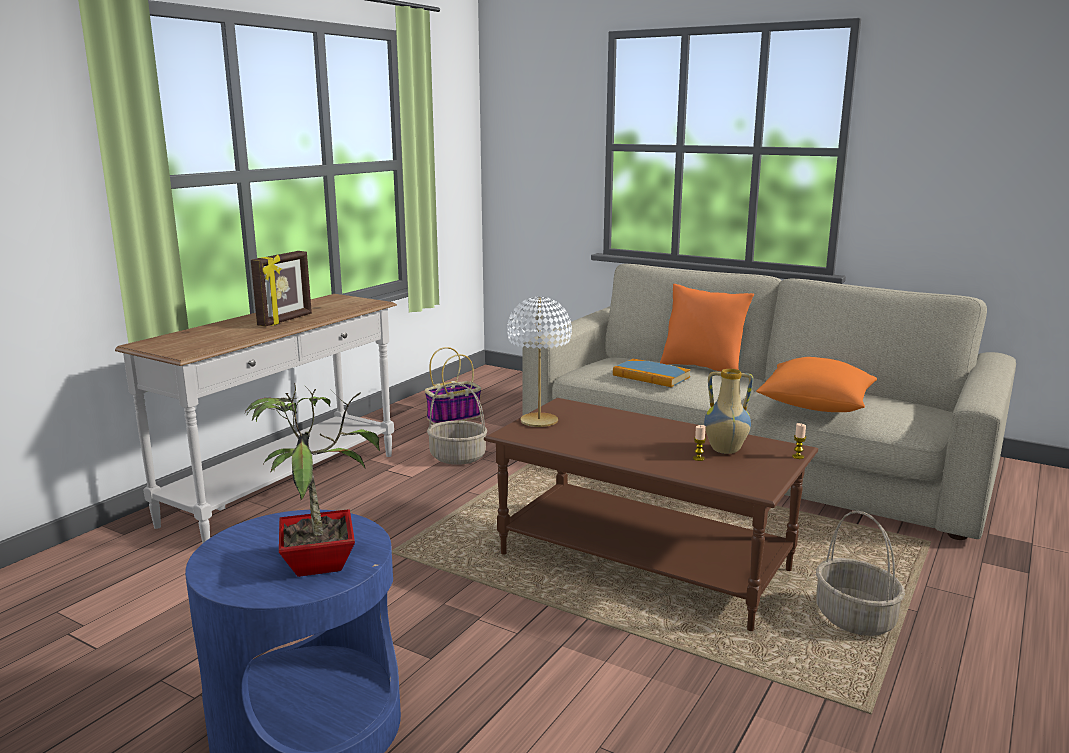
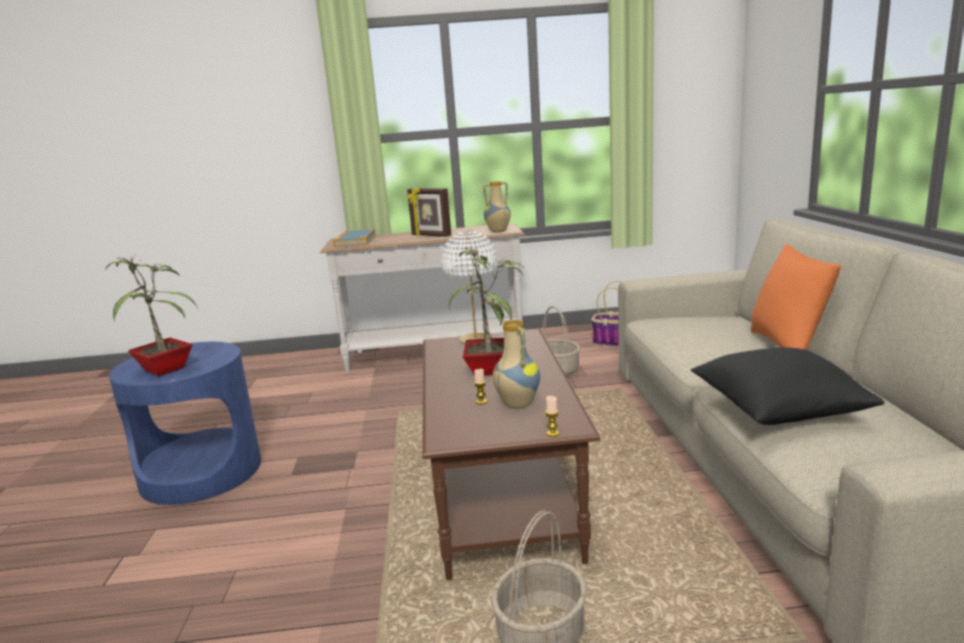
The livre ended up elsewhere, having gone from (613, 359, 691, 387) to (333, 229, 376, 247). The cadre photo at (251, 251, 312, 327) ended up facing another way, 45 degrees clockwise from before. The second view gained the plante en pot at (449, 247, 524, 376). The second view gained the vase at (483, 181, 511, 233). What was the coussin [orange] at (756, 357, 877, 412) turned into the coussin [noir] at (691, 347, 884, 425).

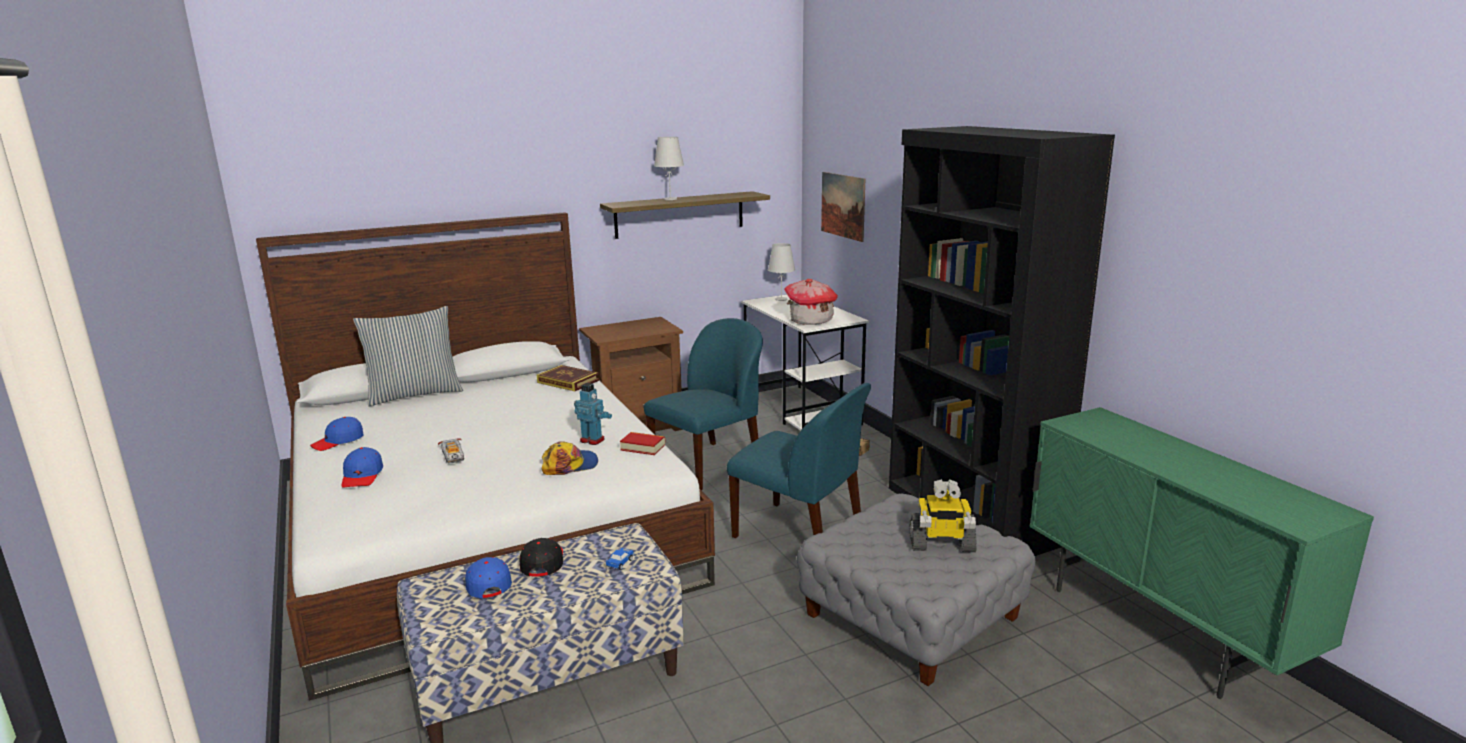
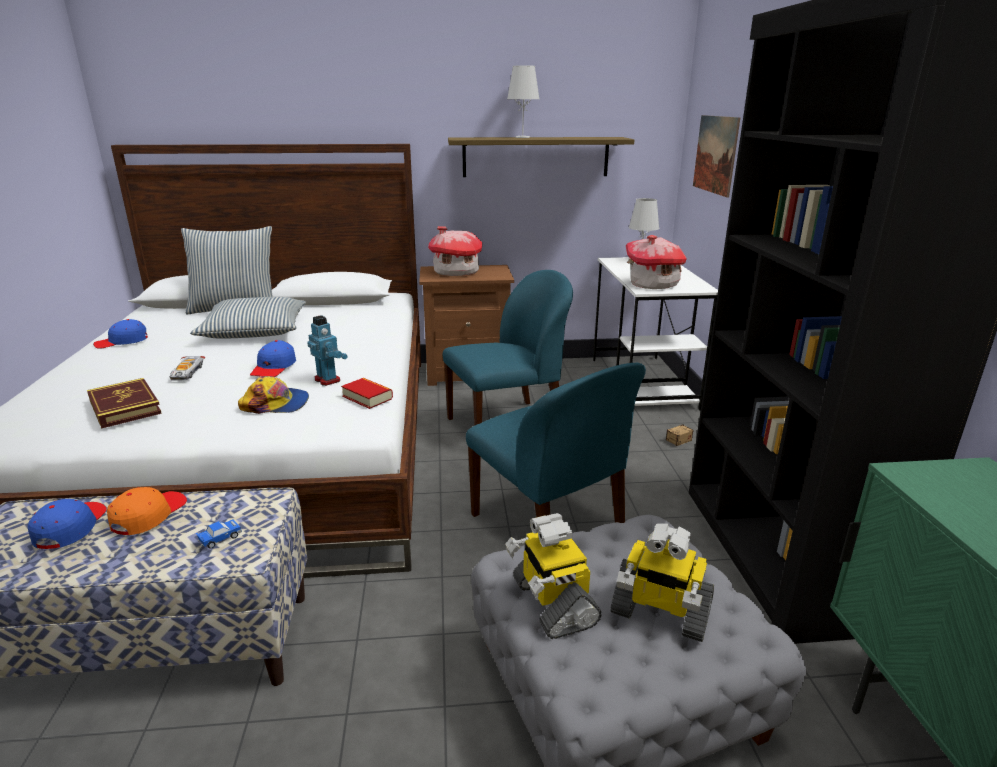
The livre ended up elsewhere, having gone from (537, 365, 599, 391) to (87, 378, 162, 429). What was the casquette [noir] at (520, 538, 563, 577) turned into the casquette [orange] at (107, 487, 187, 535). The second view gained the coussin at (190, 297, 306, 339). The casquette [bleu] ended up elsewhere, having gone from (341, 447, 383, 488) to (250, 340, 296, 377). The second view gained the maison miniature at (428, 226, 482, 276). The second view gained the robot jouet at (505, 513, 602, 639).

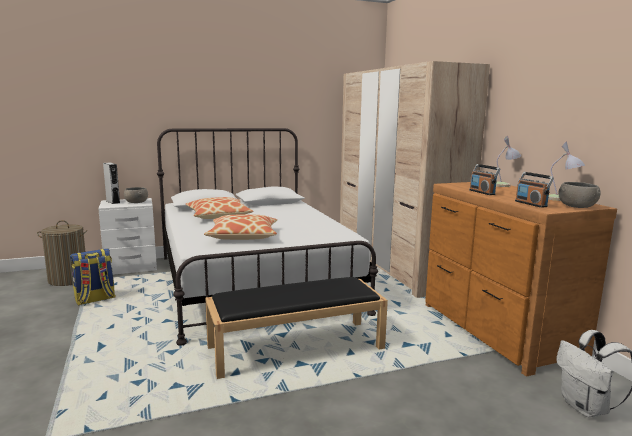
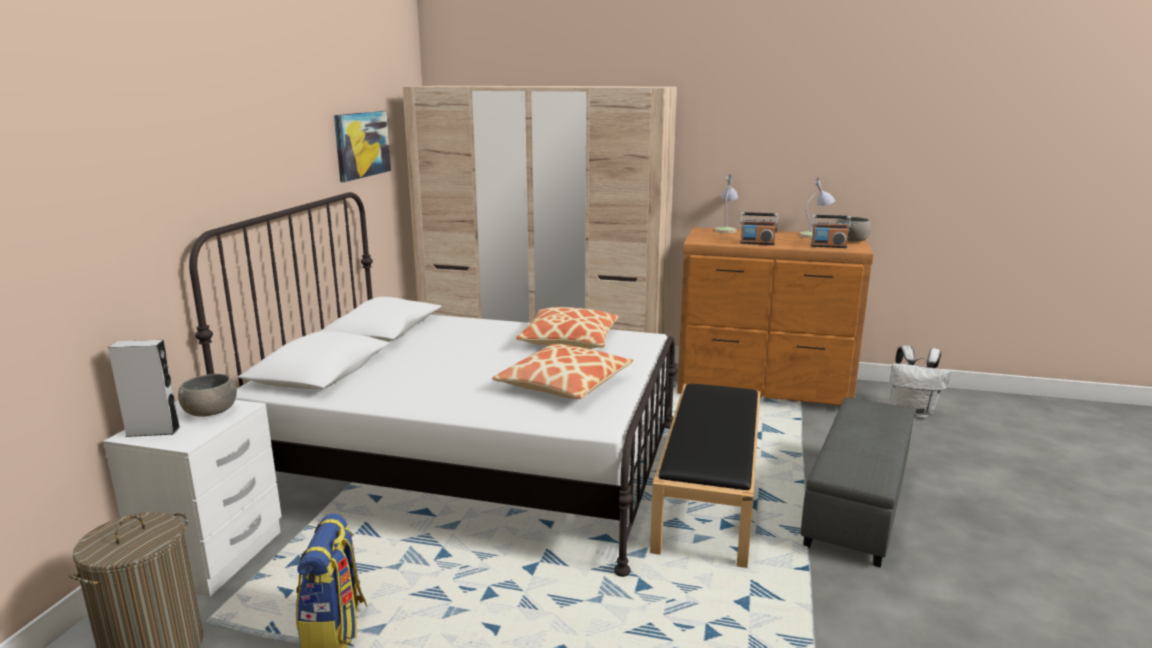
The second view gained the tableau at (334, 111, 391, 182). The coussin ended up elsewhere, having gone from (186, 197, 253, 219) to (516, 307, 619, 349). The second view gained the pouf [gris] at (800, 397, 914, 568).

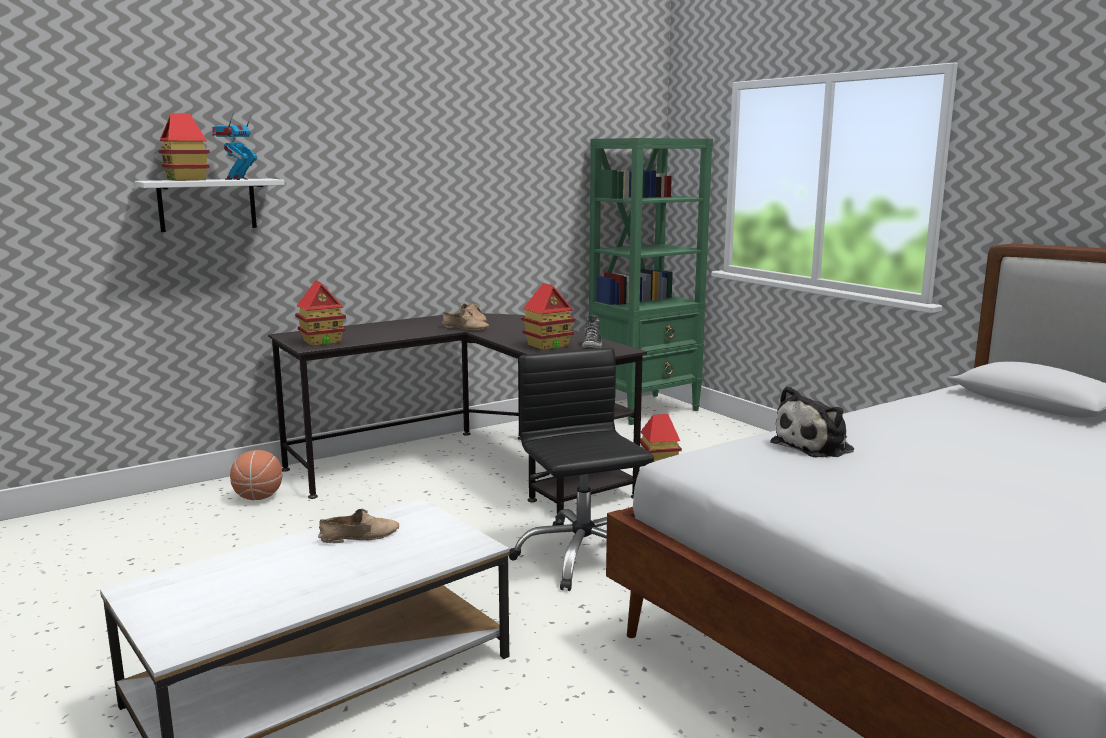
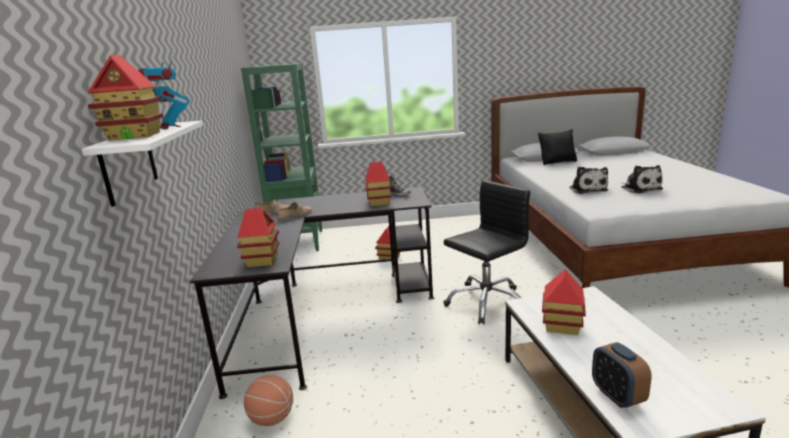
The chaise de bureau [noir] at (509, 348, 654, 591) ended up facing another way, 135 degrees clockwise from before. The second view gained the coussin [noir] at (538, 129, 577, 165). Where the chaussure [beige] stood at (318, 509, 399, 544), the maison miniature came to stand at (542, 269, 586, 335). The second view gained the réveil at (592, 342, 652, 408). The second view gained the peluche at (621, 165, 663, 194).

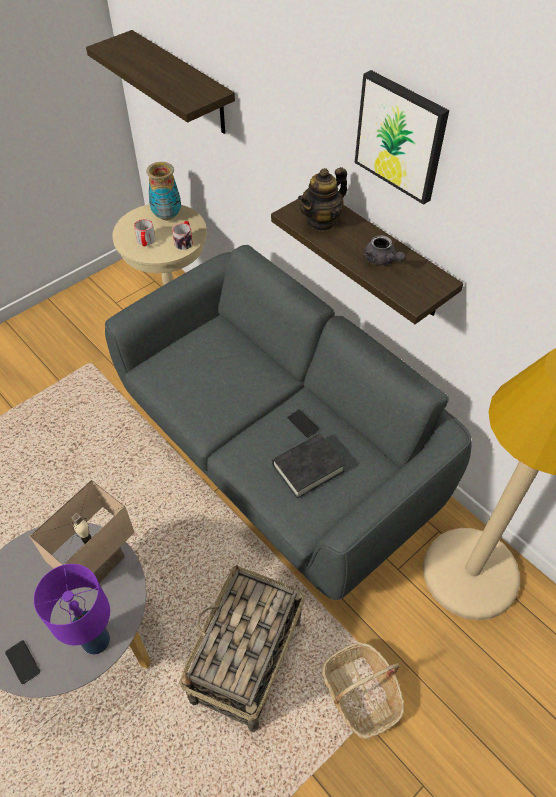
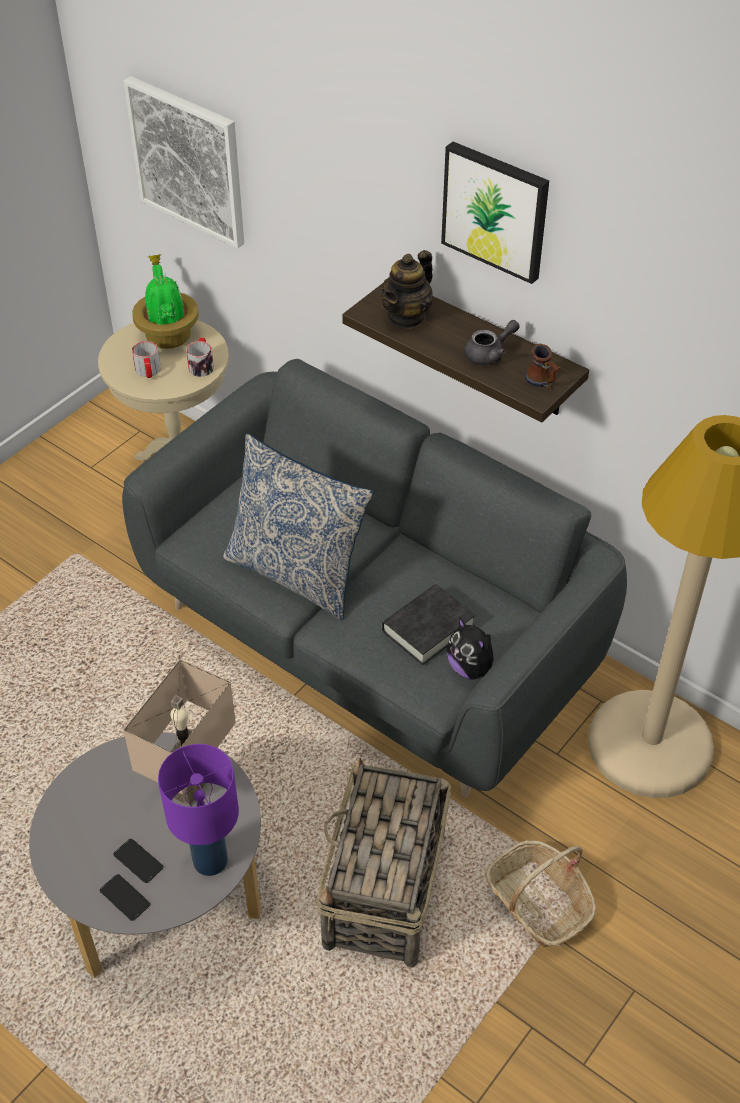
The téléphone ended up elsewhere, having gone from (288, 410, 319, 437) to (113, 839, 163, 883). Where the étagère hung at (86, 30, 235, 134), the tableau came to hang at (124, 76, 244, 248). Where the vase stood at (146, 162, 181, 220), the plante en pot came to stand at (132, 254, 199, 349). The second view gained the coussin at (223, 433, 373, 620). The second view gained the peluche at (447, 617, 494, 680). The théière [gris] at (364, 235, 406, 266) ended up facing another way, 75 degrees counterclockwise from before. The second view gained the mug at (525, 344, 561, 390).

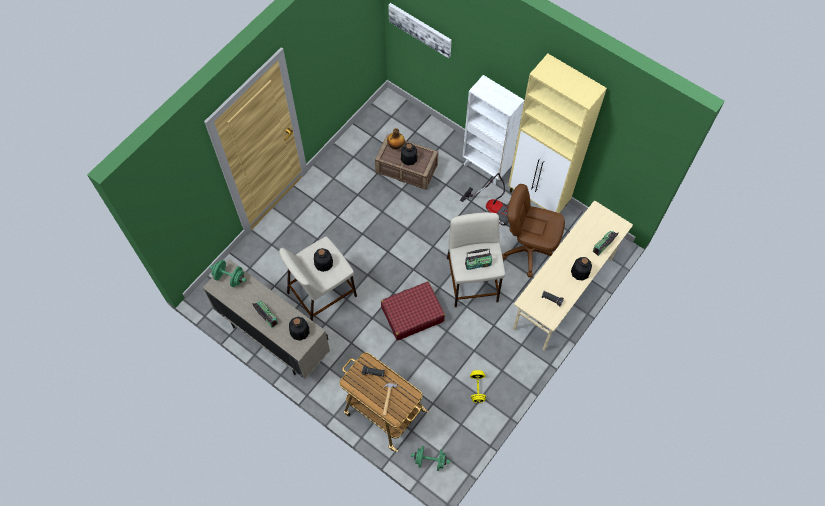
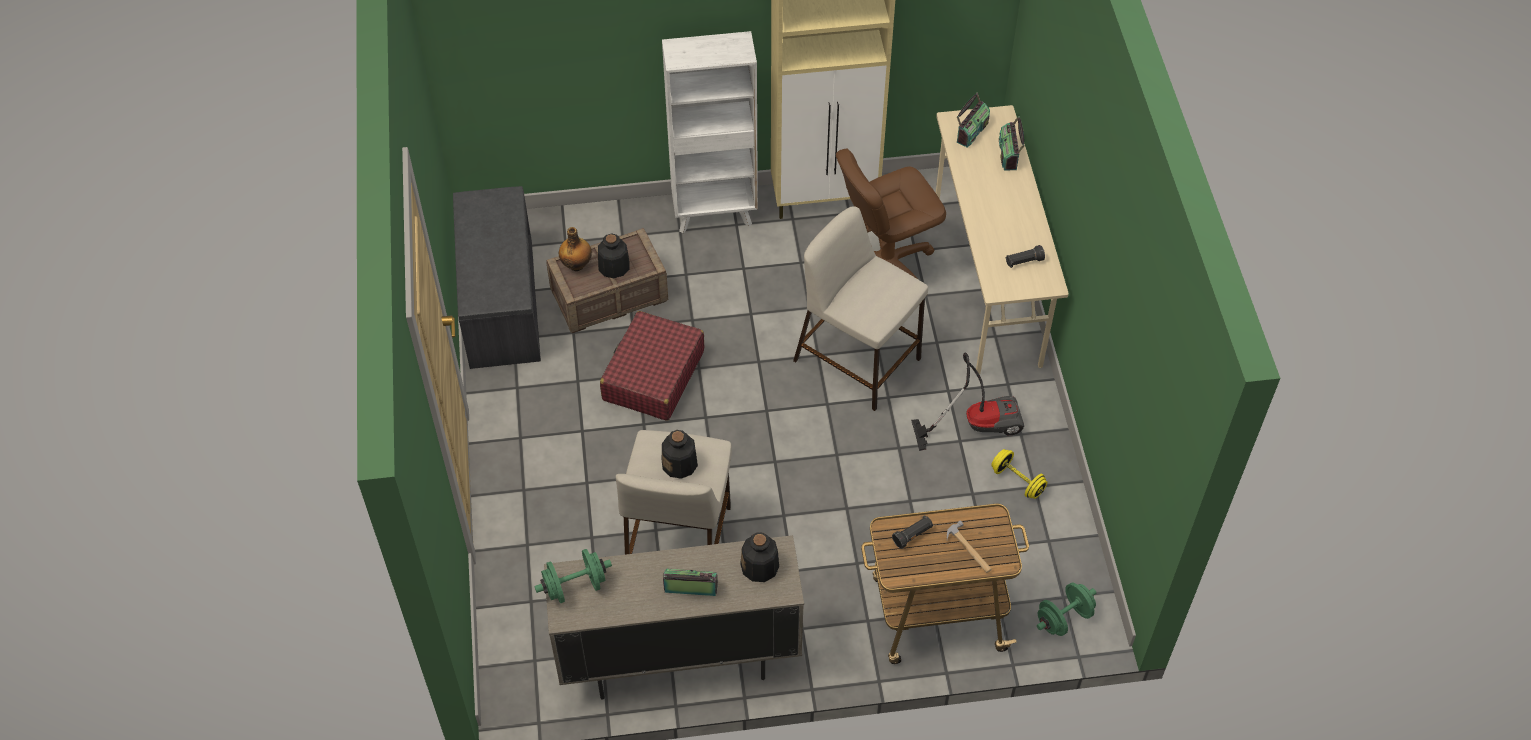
The second view gained the banc [gris] at (453, 186, 541, 369). The valise [rouge] ended up elsewhere, having gone from (381, 281, 445, 341) to (600, 311, 704, 421). The aspirateur ended up elsewhere, having gone from (460, 173, 509, 226) to (911, 353, 1024, 451). The radio ended up elsewhere, having gone from (465, 248, 492, 270) to (957, 93, 990, 148). The second view lost the tableau at (388, 3, 452, 58). The second view lost the bouteille at (571, 257, 592, 280).

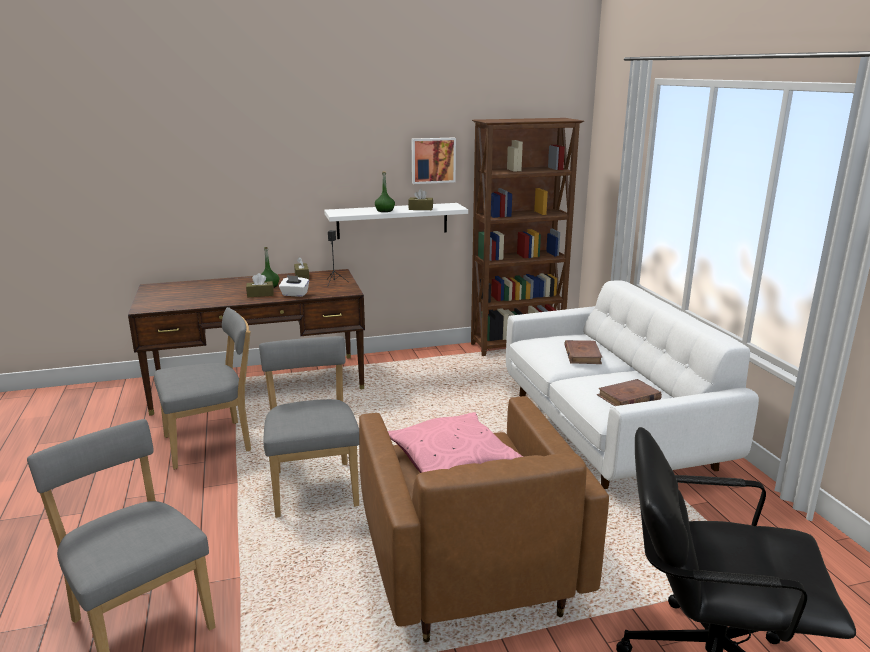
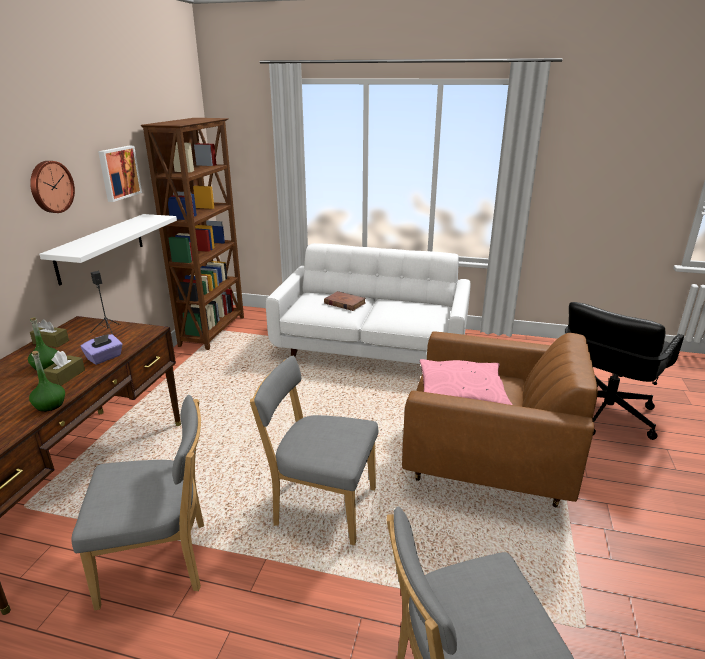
The bouteille [vert] ended up elsewhere, having gone from (375, 171, 395, 212) to (29, 351, 65, 412). The second view gained the horloge murale at (30, 161, 75, 213). The chaise [gris] at (154, 307, 251, 469) ended up facing another way, 75 degrees clockwise from before. What was the boîte à mouchoirs [blanc] at (279, 275, 309, 297) turned into the boîte à mouchoirs [violet] at (81, 334, 123, 365). The second view lost the boîte à mouchoirs [marron] at (408, 189, 433, 210). The second view lost the livre [marron] at (597, 379, 662, 406).

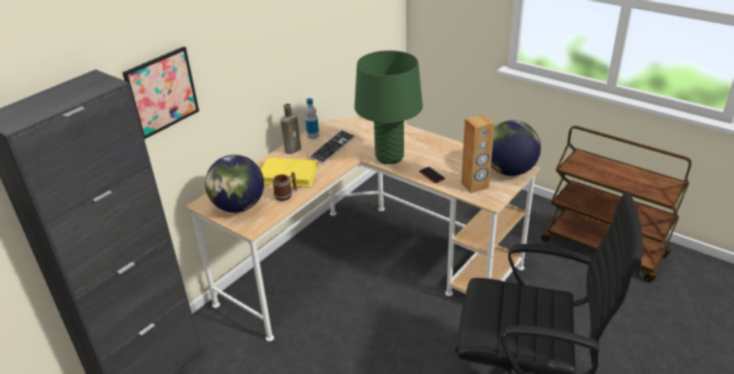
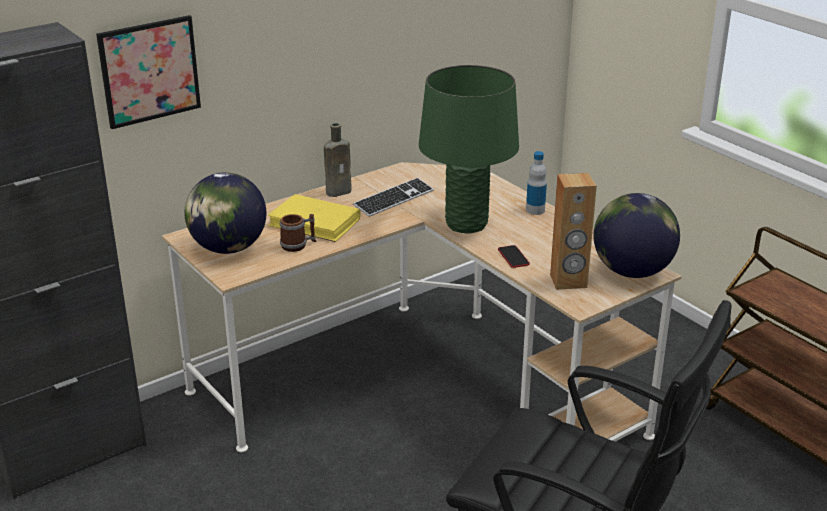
The bouteille ended up elsewhere, having gone from (305, 98, 319, 139) to (526, 151, 547, 215).

